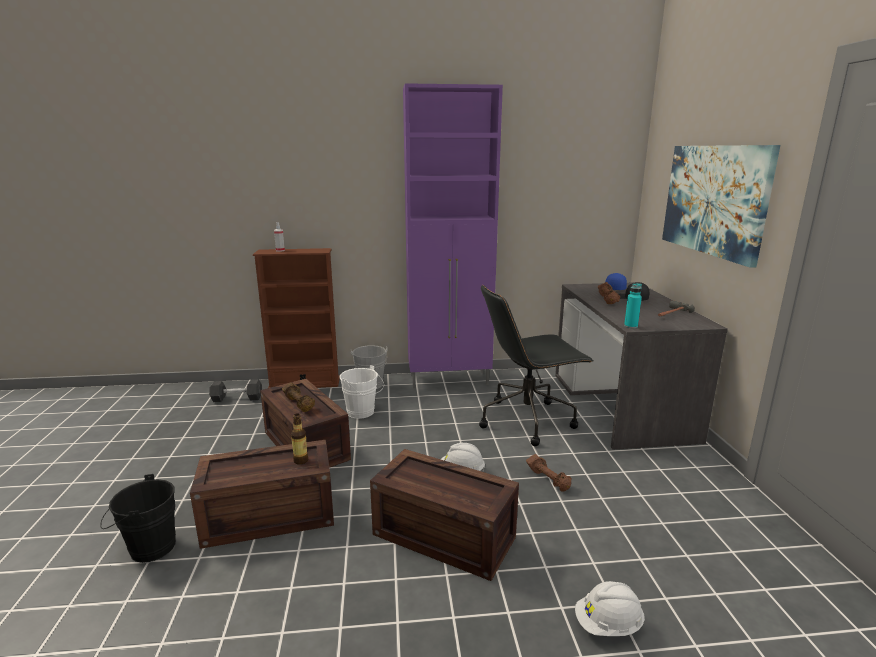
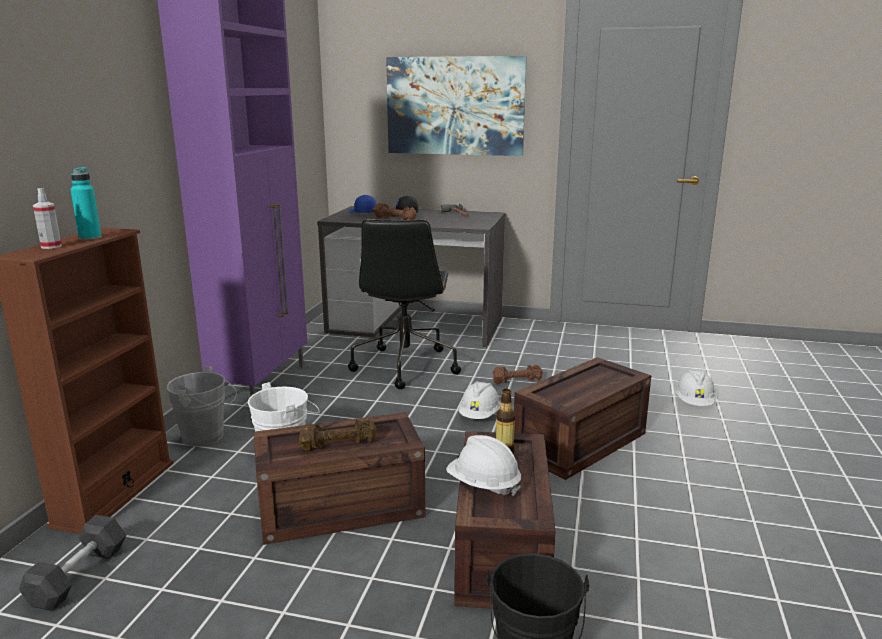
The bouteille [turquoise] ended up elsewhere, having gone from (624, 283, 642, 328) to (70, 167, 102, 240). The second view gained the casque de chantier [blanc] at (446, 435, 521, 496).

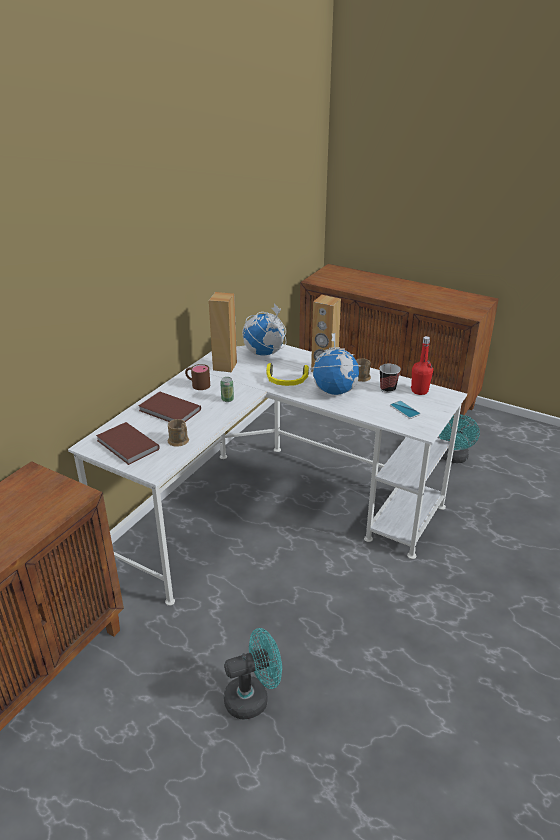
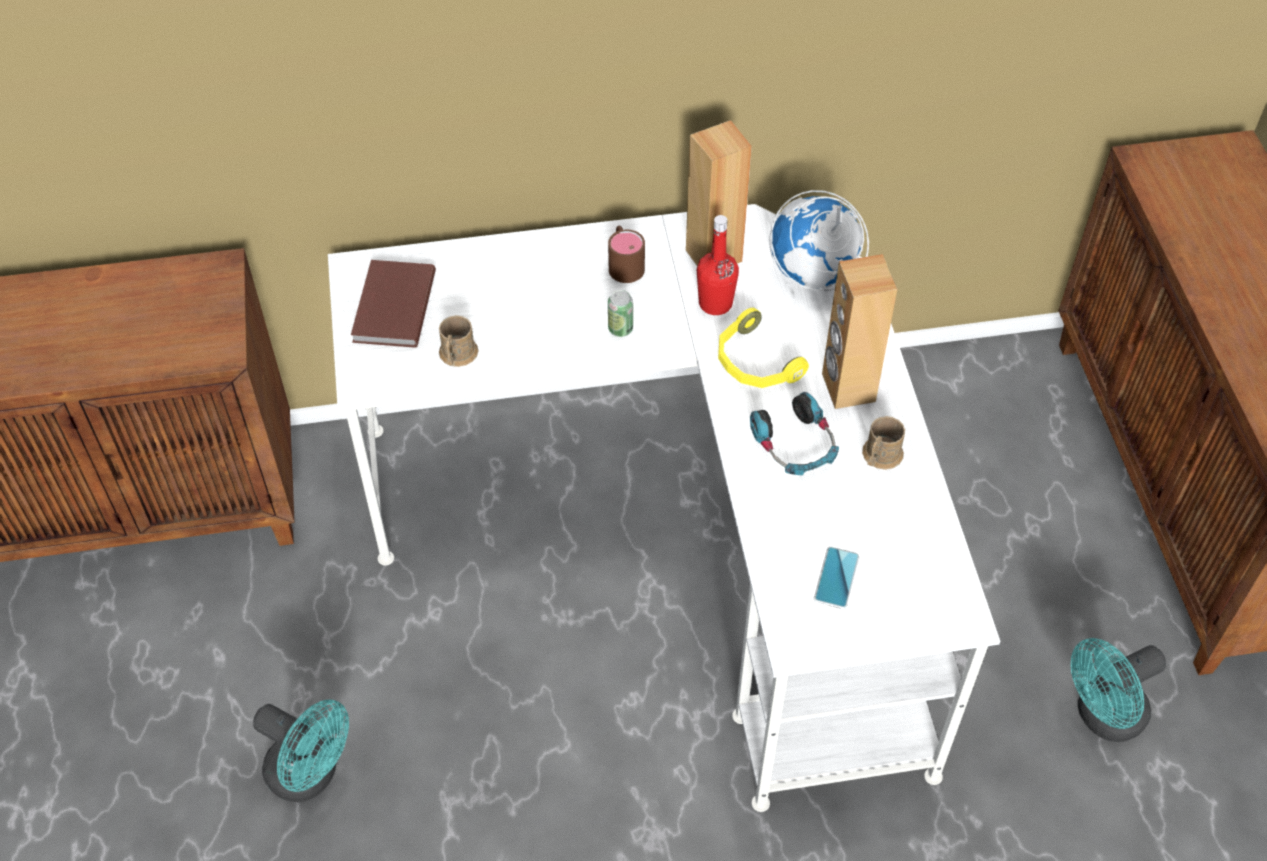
The bouteille [rouge] ended up elsewhere, having gone from (411, 336, 433, 395) to (697, 215, 739, 315). Where the globe stood at (310, 333, 361, 395), the casque audio came to stand at (750, 392, 839, 475). The second view lost the livre [marron] at (139, 391, 201, 422). The second view lost the tasse at (379, 364, 401, 393).

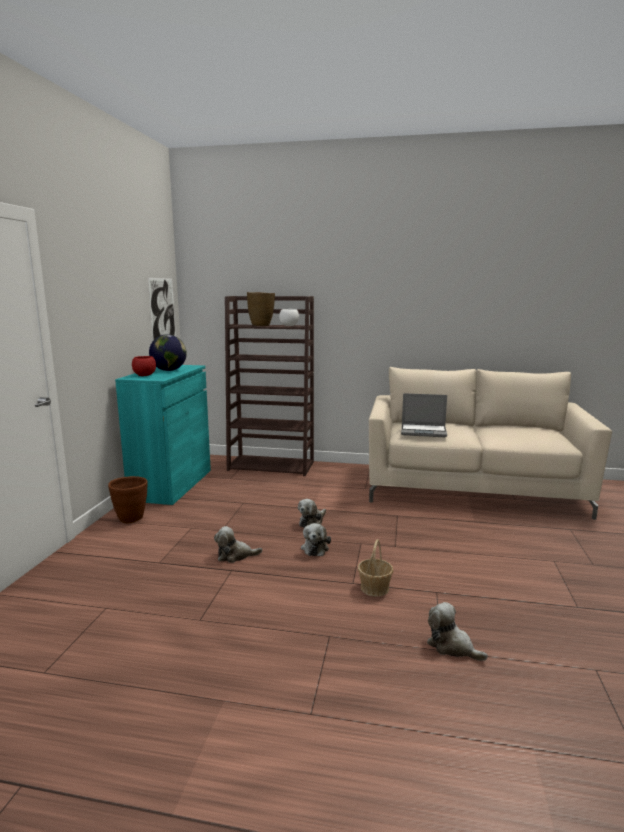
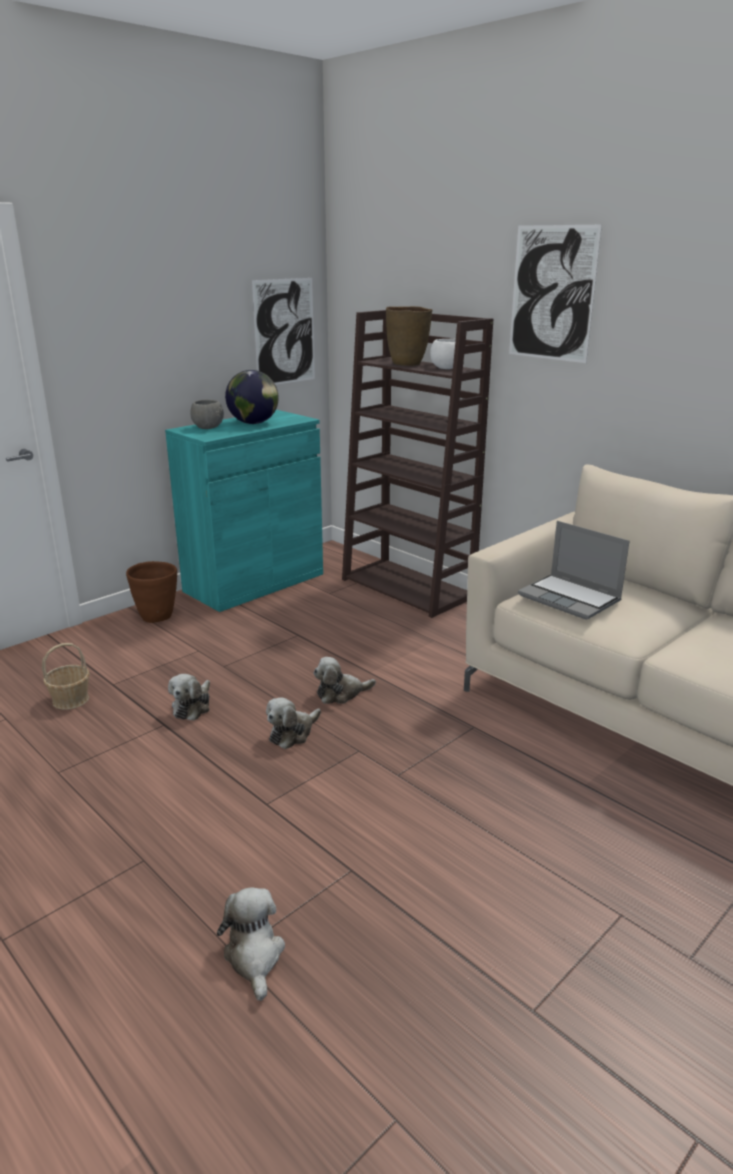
The panier ended up elsewhere, having gone from (358, 539, 393, 597) to (42, 643, 90, 710). The peluche at (214, 526, 262, 563) ended up facing another way, 105 degrees counterclockwise from before. What was the bol [rouge] at (132, 356, 156, 376) turned into the bol [gris] at (190, 400, 224, 429). The second view gained the tableau at (509, 225, 602, 363).

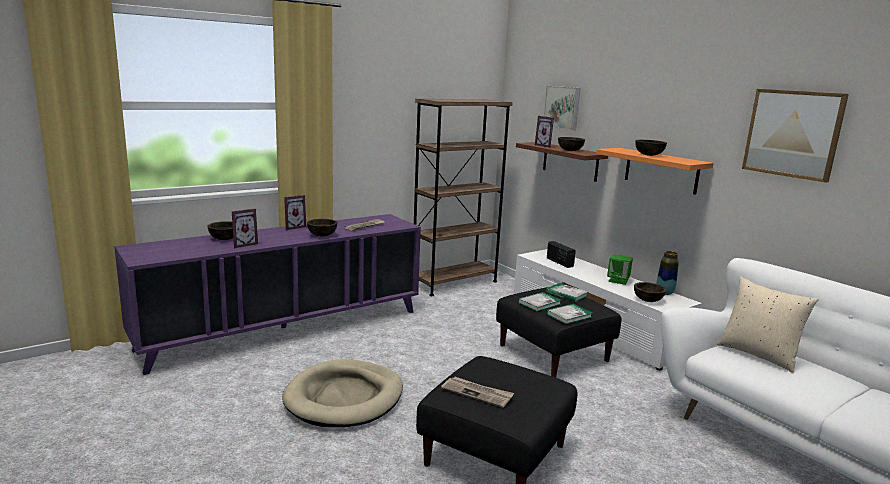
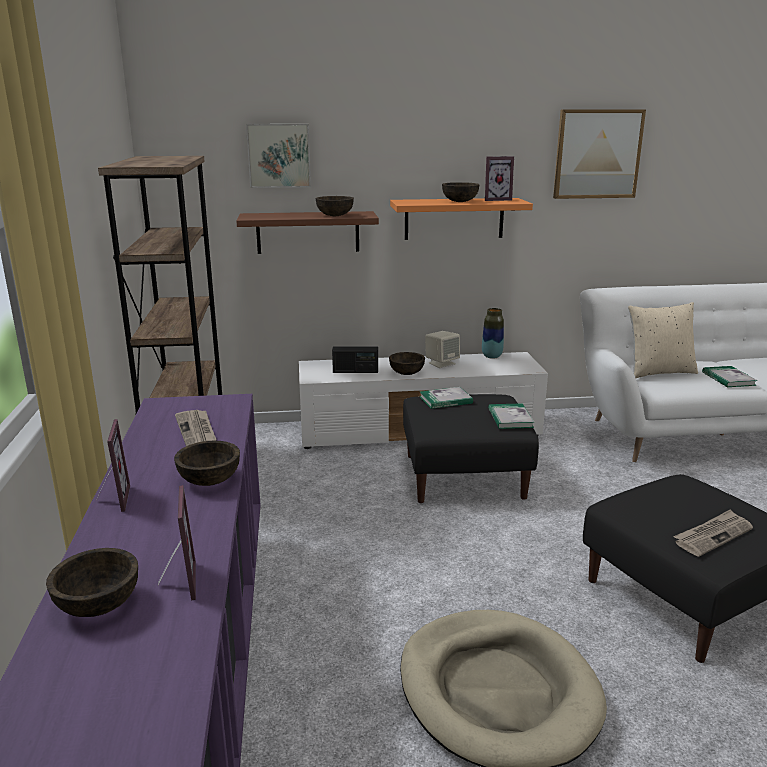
The bol [marron] ended up elsewhere, having gone from (634, 282, 666, 302) to (389, 352, 425, 375). What was the enceinte [vert] at (607, 254, 633, 285) turned into the enceinte [beige] at (425, 331, 460, 368). The cadre photo ended up elsewhere, having gone from (535, 116, 554, 148) to (485, 156, 514, 201). The livre ended up elsewhere, having gone from (518, 292, 561, 311) to (702, 366, 758, 387).

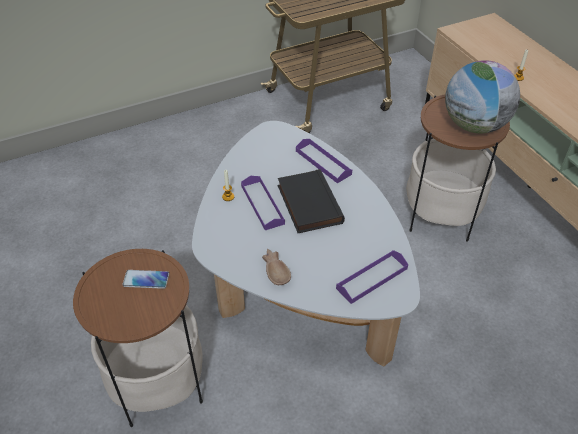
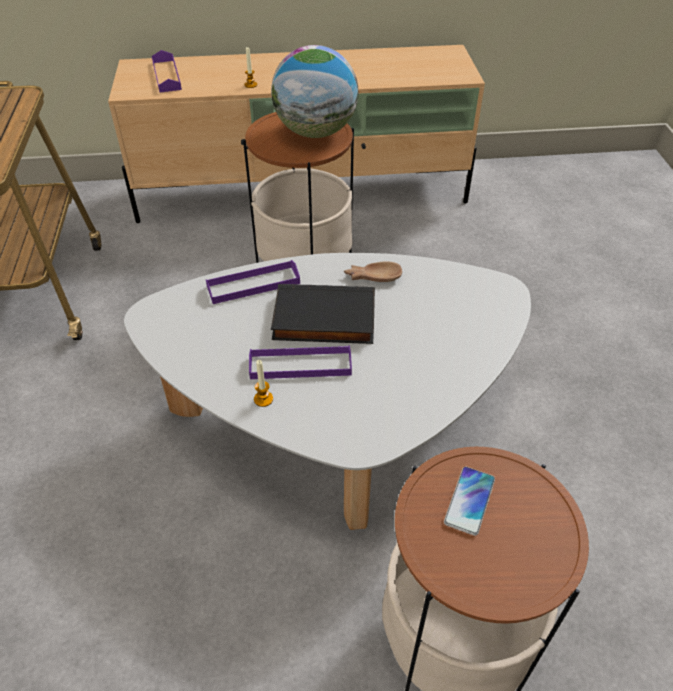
The plateau [violet] ended up elsewhere, having gone from (336, 250, 408, 304) to (152, 50, 182, 93). The bol [marron] ended up elsewhere, having gone from (262, 249, 291, 285) to (344, 261, 402, 282).

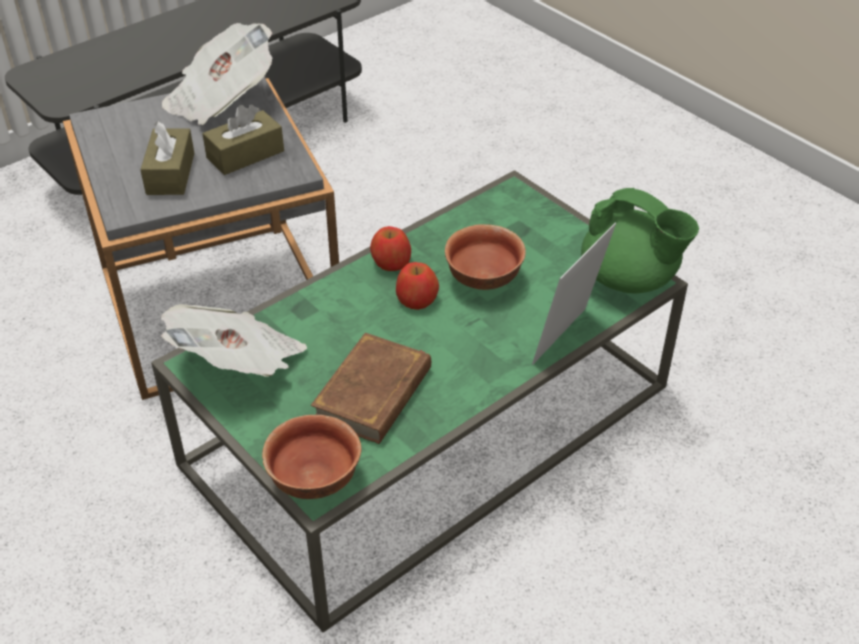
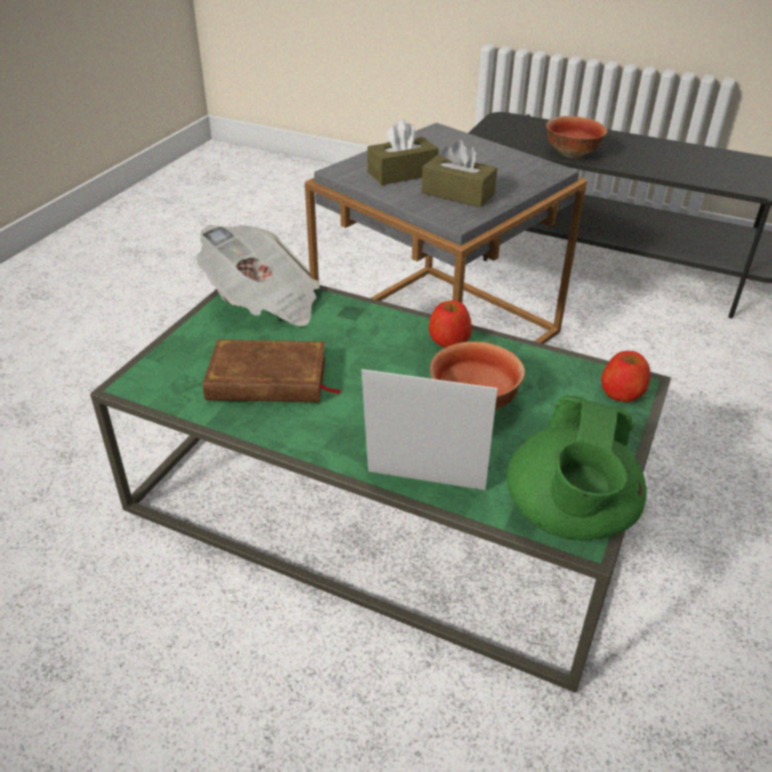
The bol ended up elsewhere, having gone from (262, 415, 361, 499) to (546, 116, 607, 158). The pomme ended up elsewhere, having gone from (396, 262, 439, 310) to (601, 351, 650, 402). The second view lost the journal at (162, 23, 272, 125).

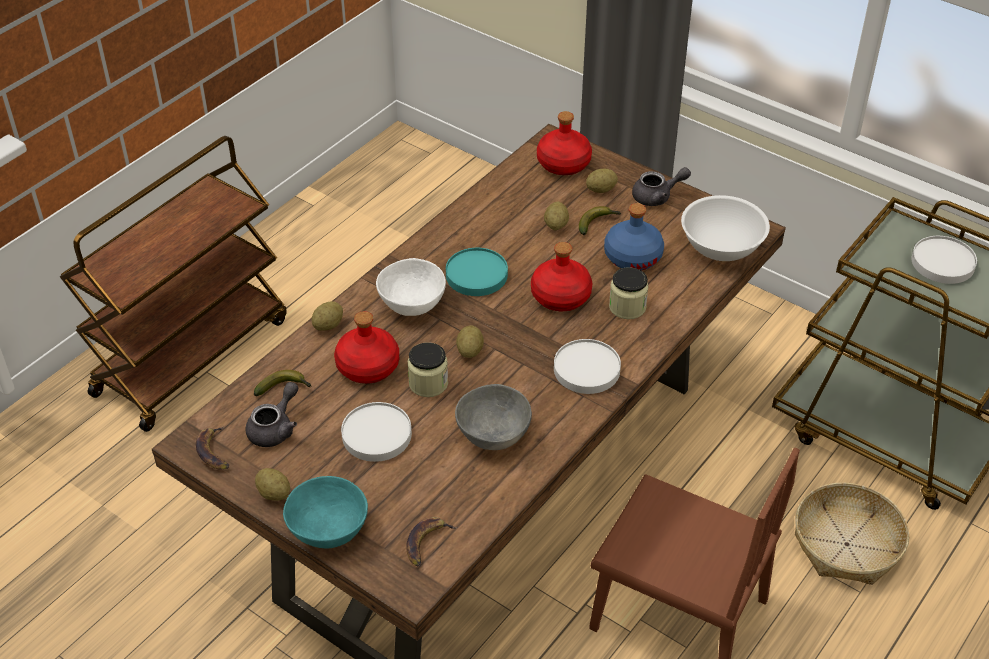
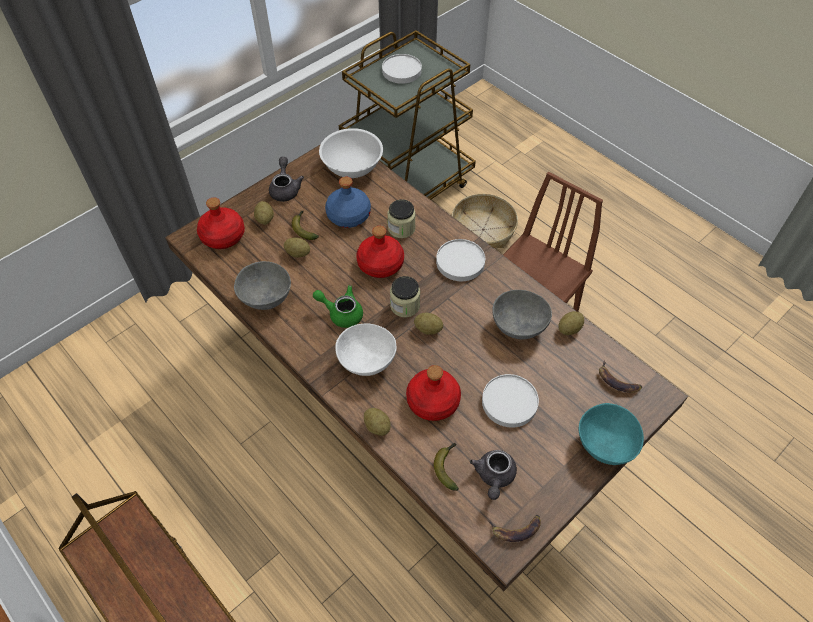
The second view gained the bol [gris] at (234, 261, 291, 310). Where the assiette [turquoise] stood at (446, 248, 508, 296), the théière [vert] came to stand at (313, 285, 363, 328). The bocal ended up elsewhere, having gone from (408, 342, 448, 397) to (390, 276, 420, 317). The théière [gris] at (245, 382, 298, 447) ended up facing another way, 120 degrees counterclockwise from before. The pomme de terre ended up elsewhere, having gone from (255, 468, 290, 501) to (559, 311, 584, 335).

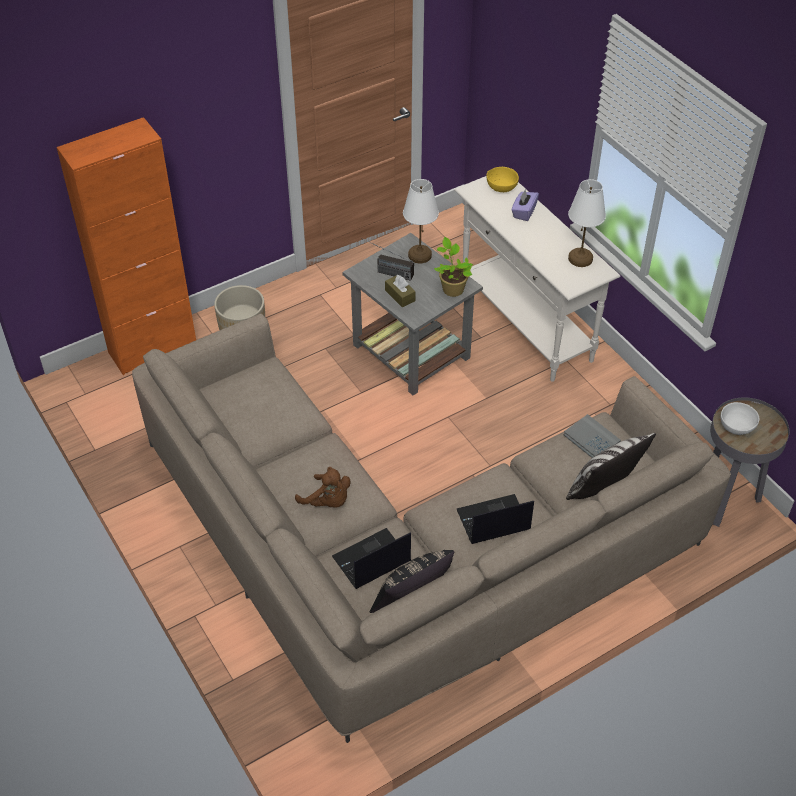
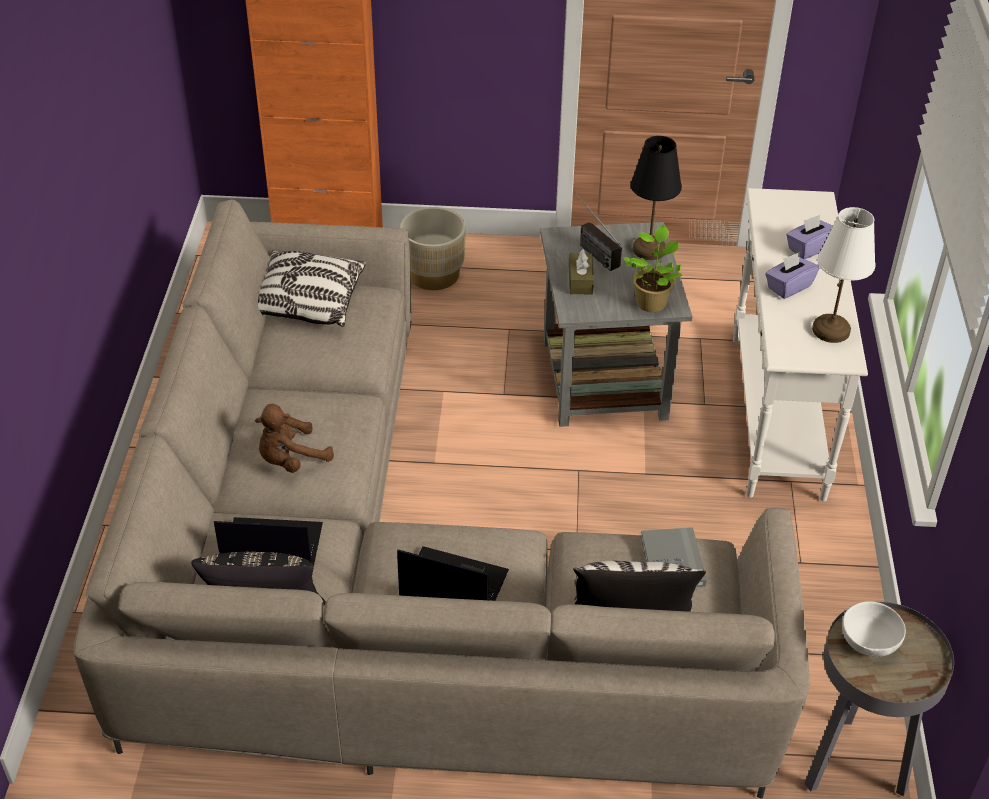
The peluche [marron] at (295, 467, 350, 508) ended up facing another way, 75 degrees clockwise from before. The second view gained the coussin at (258, 250, 366, 327). What was the lampe de table [blanc] at (403, 179, 439, 263) turned into the lampe de table [noir] at (631, 136, 682, 260). The second view gained the boîte à mouchoirs [violet] at (765, 252, 819, 299). The second view lost the bol [jaune] at (487, 167, 519, 192).

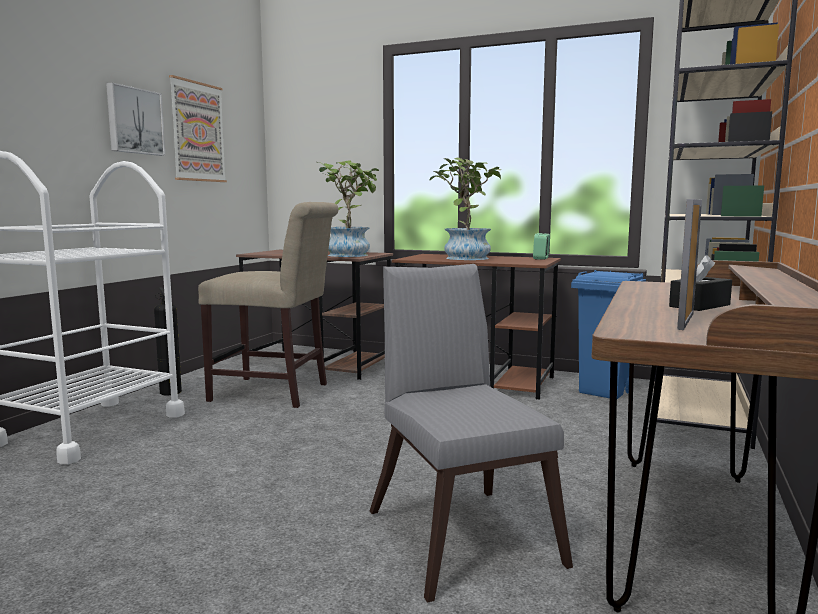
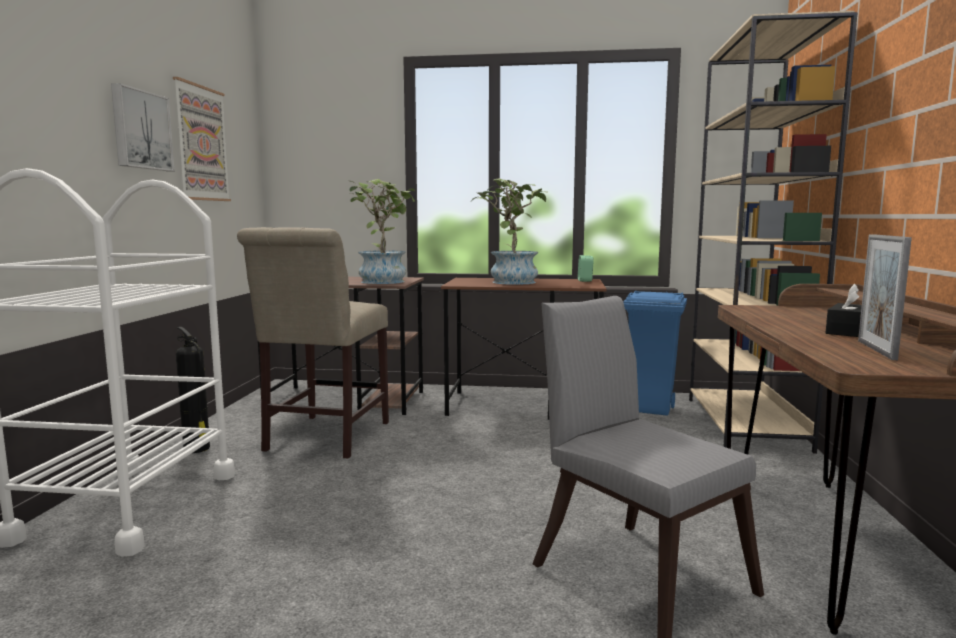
The chaise [beige] at (198, 202, 339, 408) ended up facing another way, 105 degrees clockwise from before.

